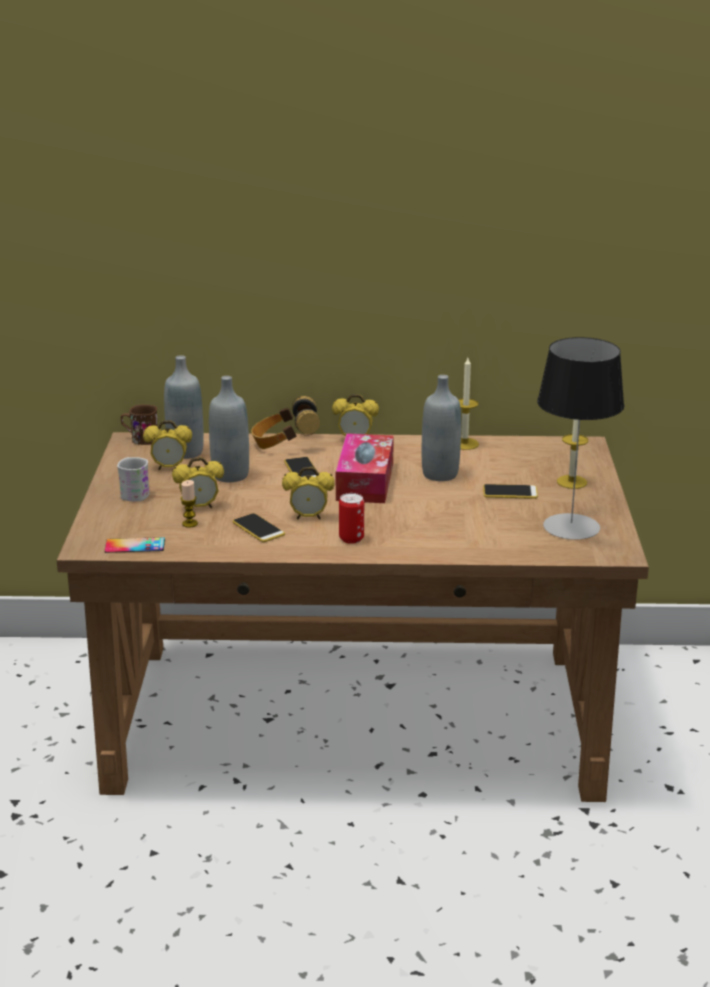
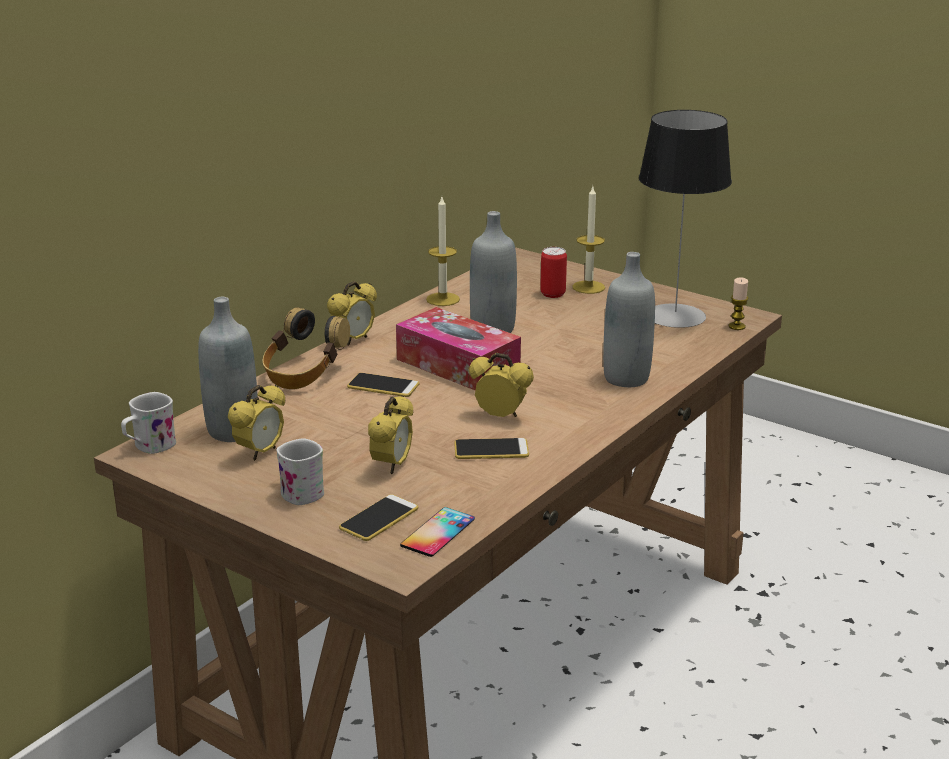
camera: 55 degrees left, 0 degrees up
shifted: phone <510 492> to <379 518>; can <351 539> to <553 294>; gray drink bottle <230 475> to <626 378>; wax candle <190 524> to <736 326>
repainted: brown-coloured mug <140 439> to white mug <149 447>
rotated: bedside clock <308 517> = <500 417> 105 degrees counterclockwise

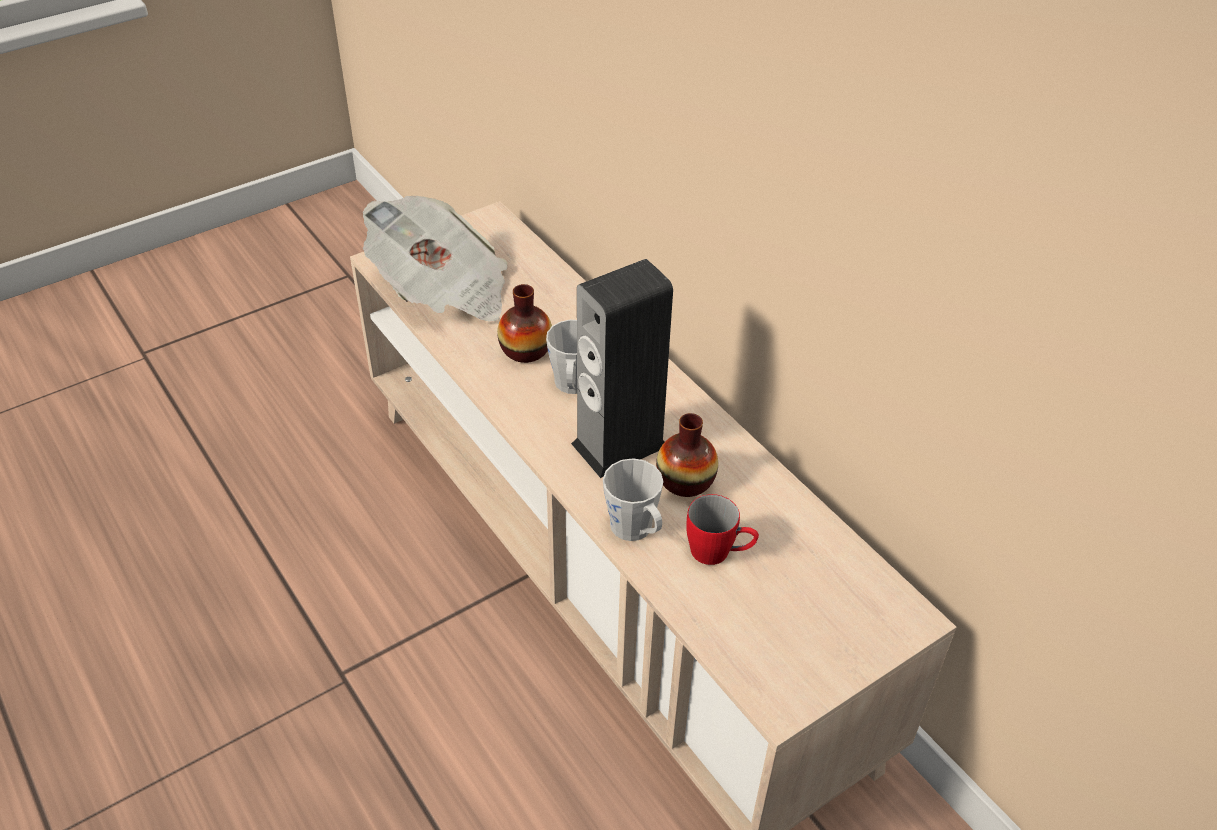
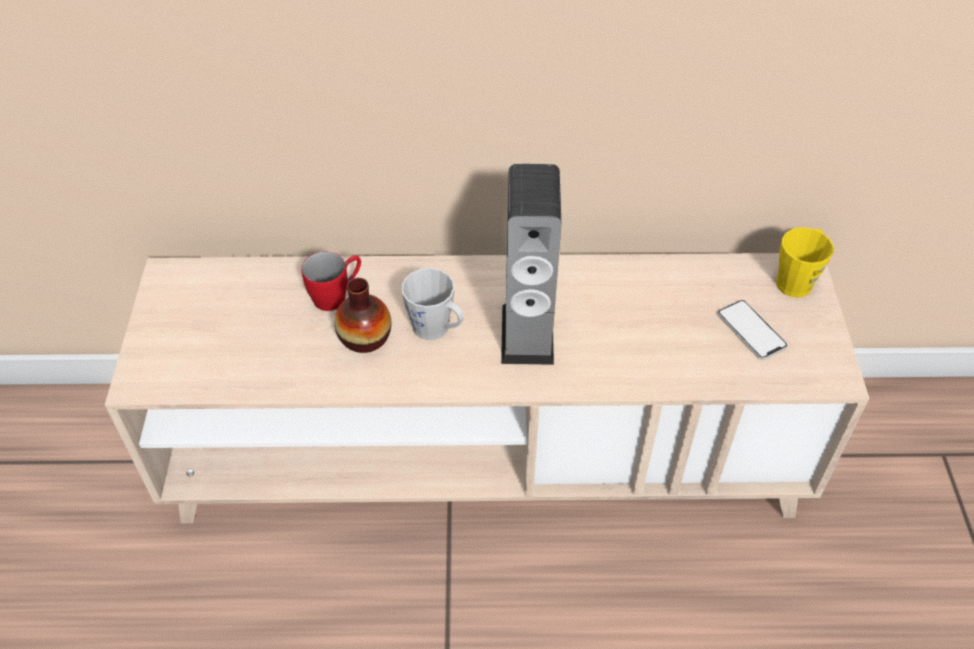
camera: 55 degrees left, 5 degrees up
gone: daily paper <442 290>; gray mug <636 530>; decorative vase <685 481>
new: phone <751 330>; yellowish mug <797 279>
shifted: red-coloured mug <719 553> to <336 295>

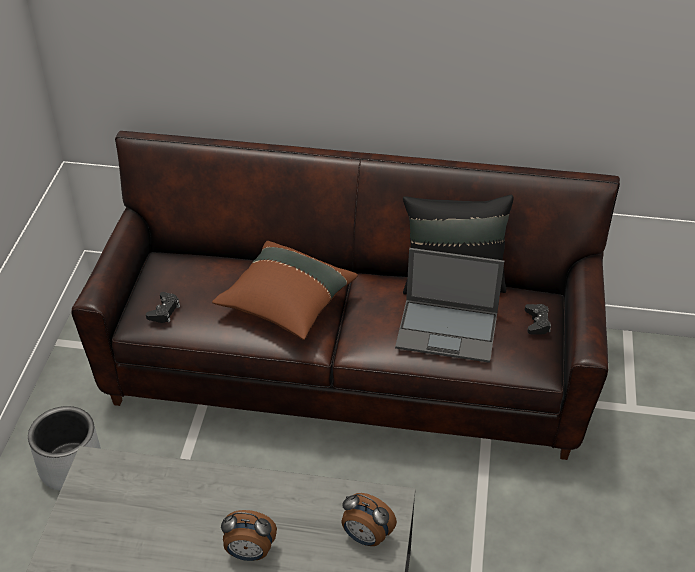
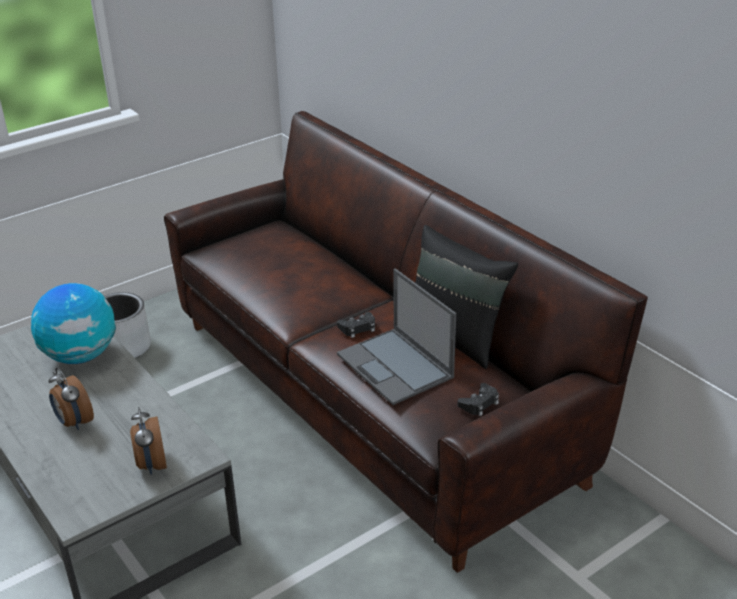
camera: 45 degrees right, 10 degrees down
gone: brown-coloured cushion <286 304>
new: world globe <80 355>
shifted: black-coloured gamepad <164 311> to <358 328>

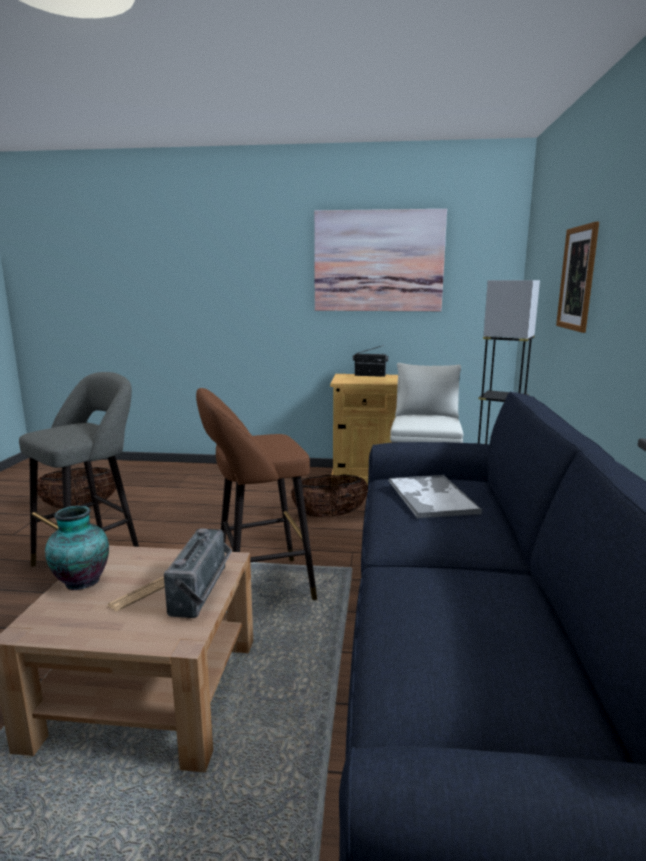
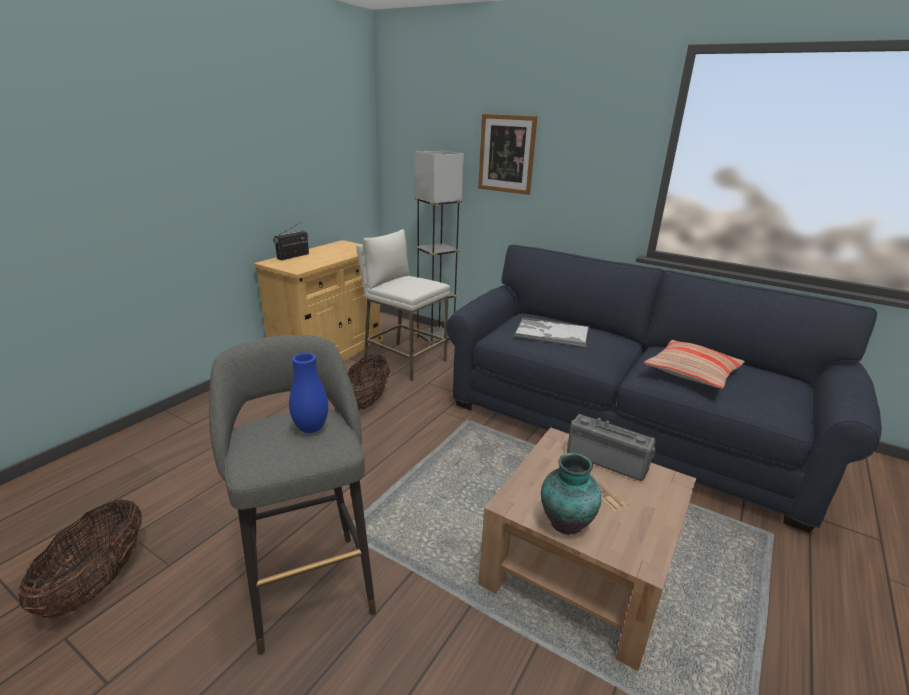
camera: 65 degrees left, 10 degrees up
gone: brown-coloured stool <257 586>; wall art <378 261>
new: bluish decorative vase <311 429>; cushion <691 372>

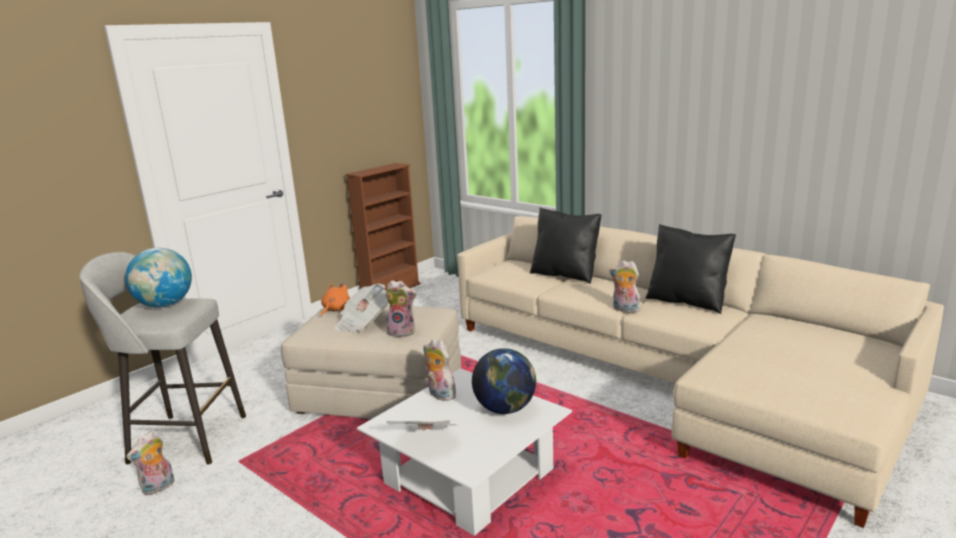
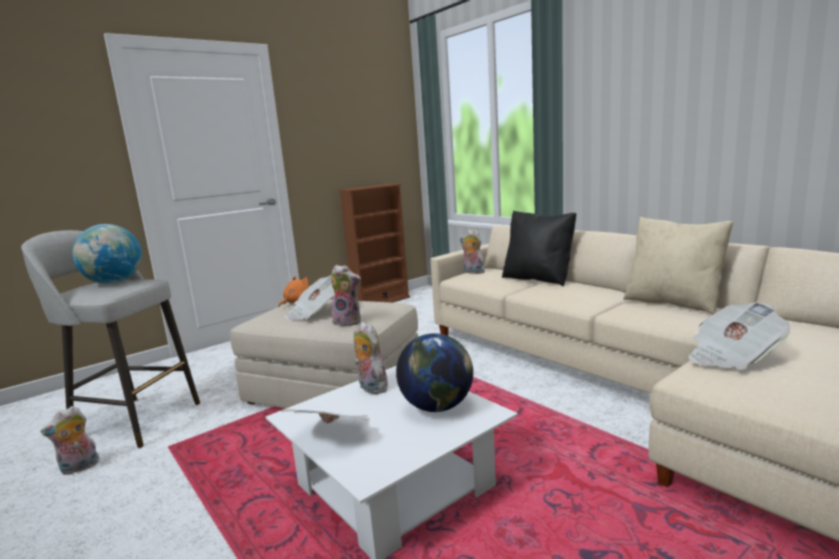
camera: 10 degrees right, 5 degrees down
new: daily paper <732 357>
shifted: soft toy <624 310> to <472 272>
repainted: black-coloured cushion <687 301> to sand-coloured cushion <673 303>

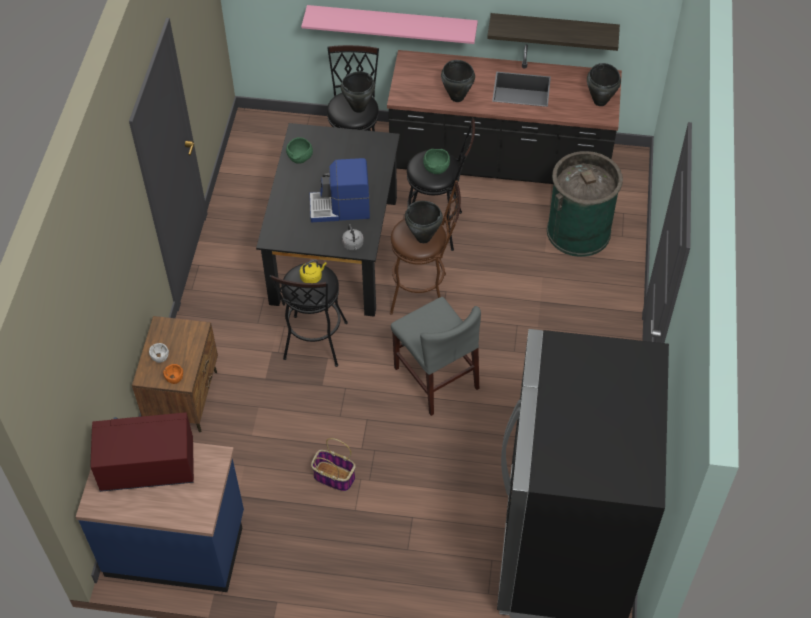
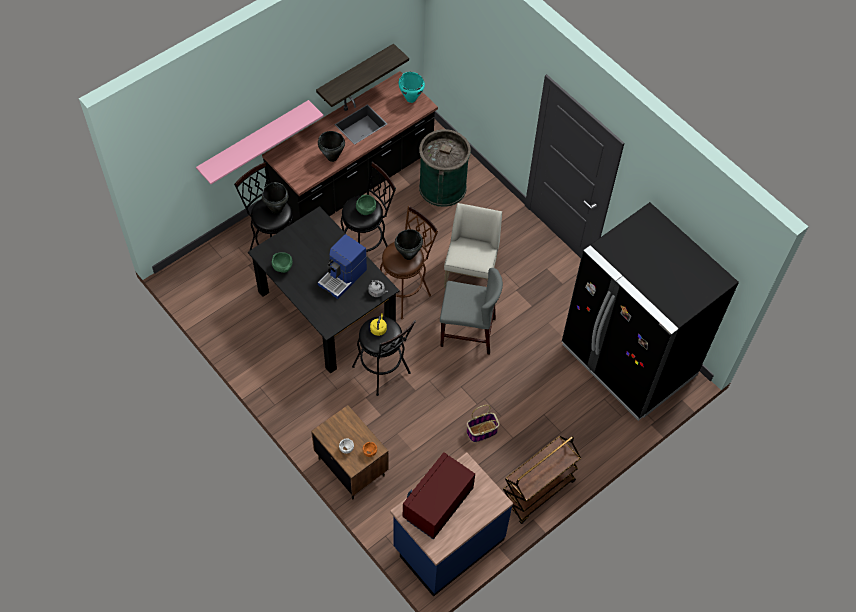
camera: 50 degrees left, 5 degrees up
new: white chair <471 272>; brown-coloured cart <537 492>
repainted: black-coloured saucepot <600 101> to turquoise saucepot <411 98>

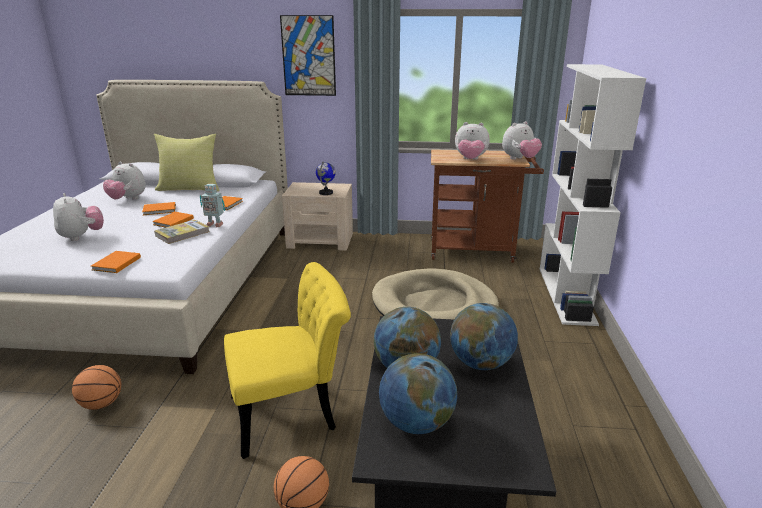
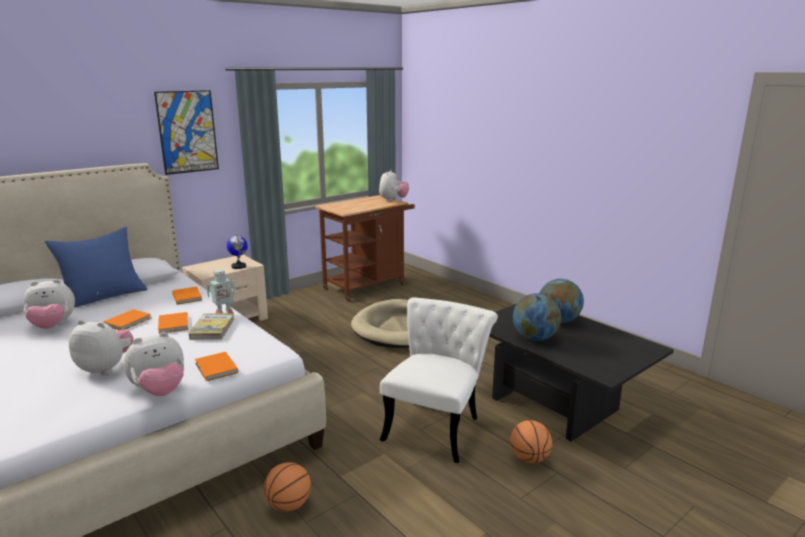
camera: 45 degrees left, 5 degrees down
gone: world globe <416 423>; white bookcase <567 295>
shifted: soft toy <470 160> to <160 391>
repainted: yellowish cushion <190 188> to bluish cushion <104 297>; yellowish chair <293 412> to white chair <436 425>

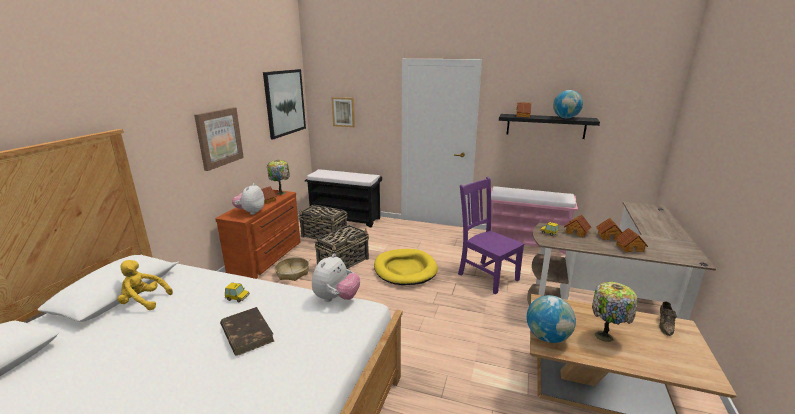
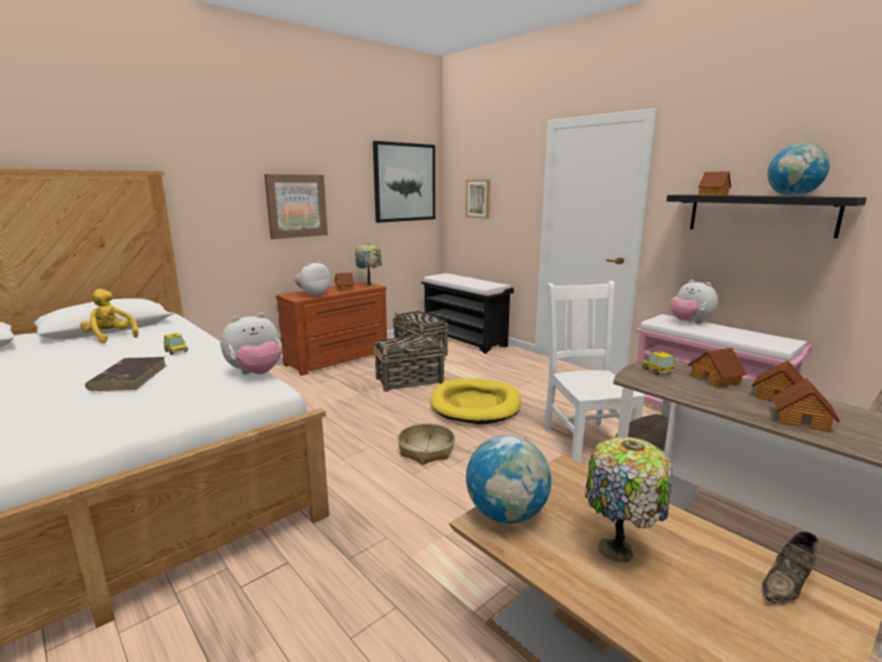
camera: 30 degrees right, 5 degrees down
new: soft toy <689 322>
shifted: basket <292 273> to <426 450>
repainted: purplish chair <486 276> to white chair <585 441>

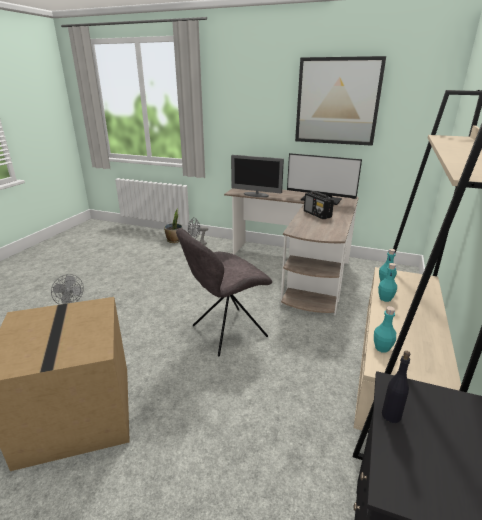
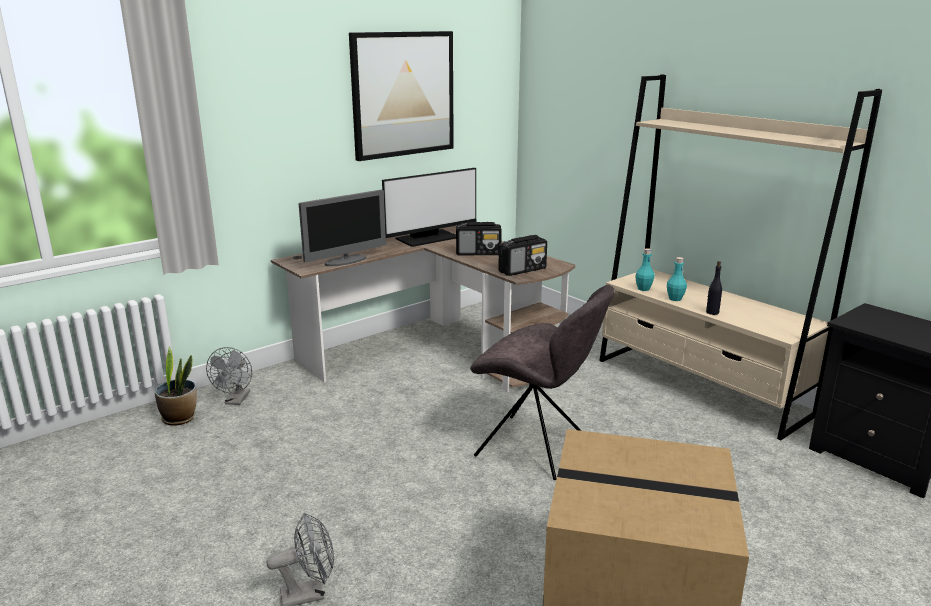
camera: 60 degrees left, 5 degrees down
gone: turquoise drink bottle <382 348>
new: radio receiver <523 270>
shifted: black-coloured drink bottle <391 415> to <712 312>
rotated: gray chair <226 332> = <535 448> 60 degrees counterclockwise

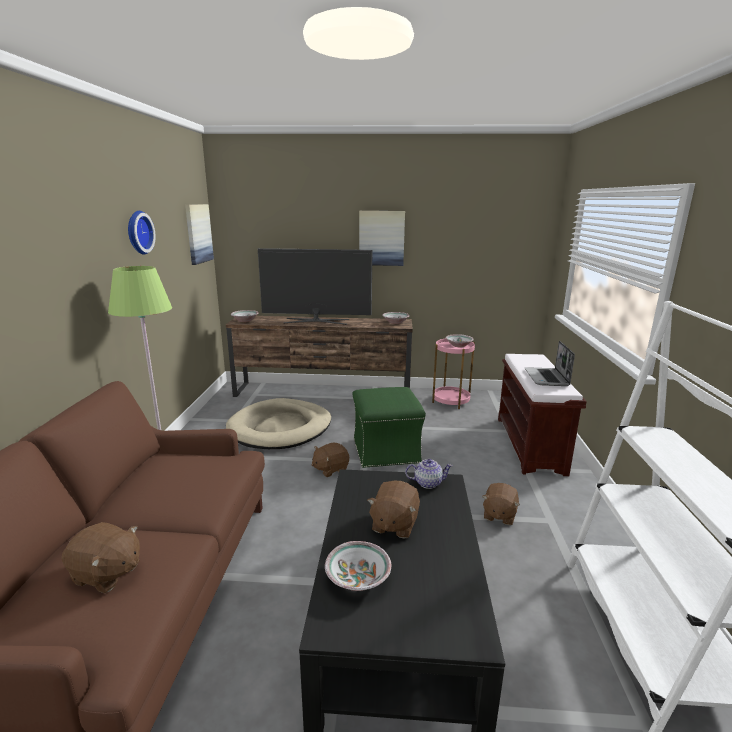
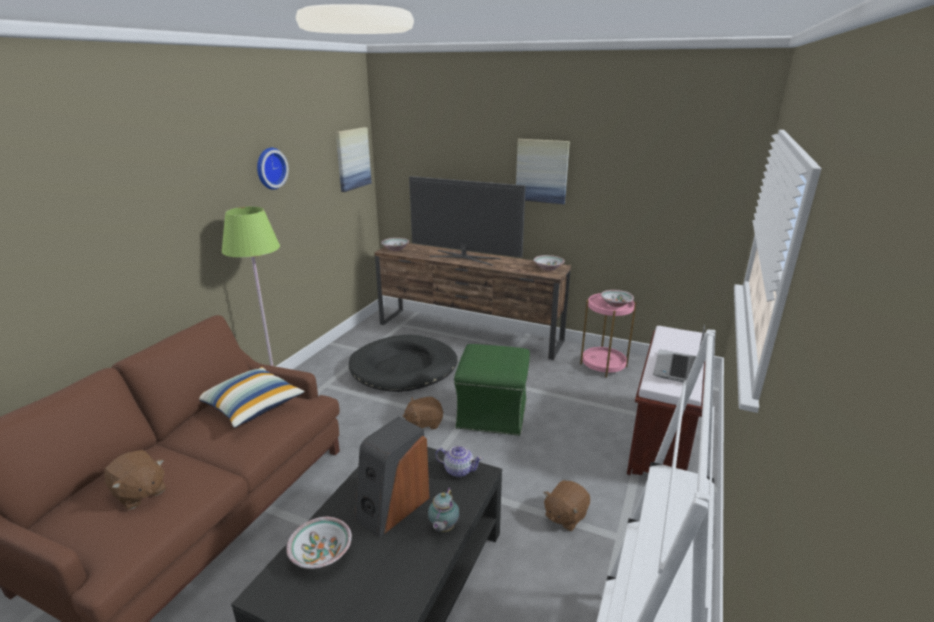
camera: 20 degrees right, 5 degrees up
new: cushion <251 406>; tea pot <443 528>
swapped: brown-coloured soft toy <394 524> to audio speaker <392 507>
repainted: sand-coloured pet bed <280 428> to black-coloured pet bed <404 367>

